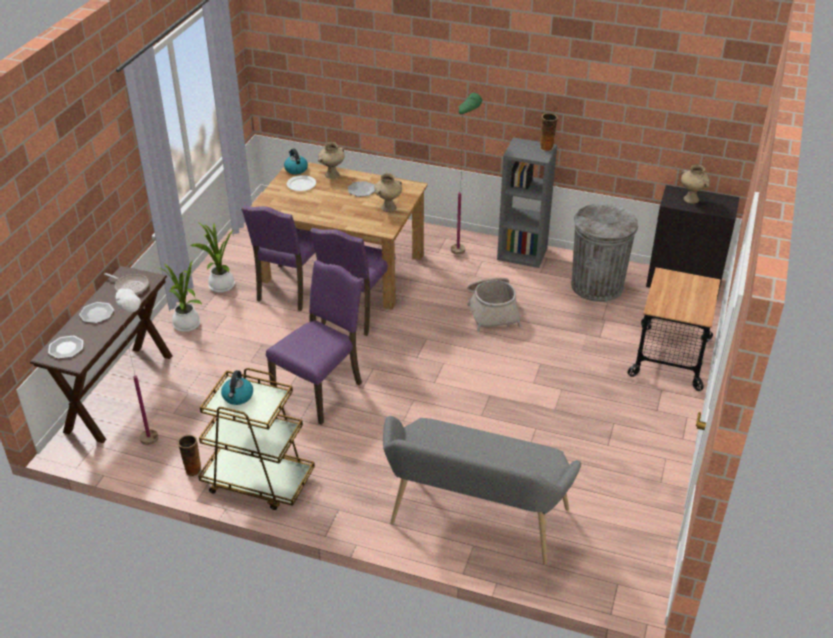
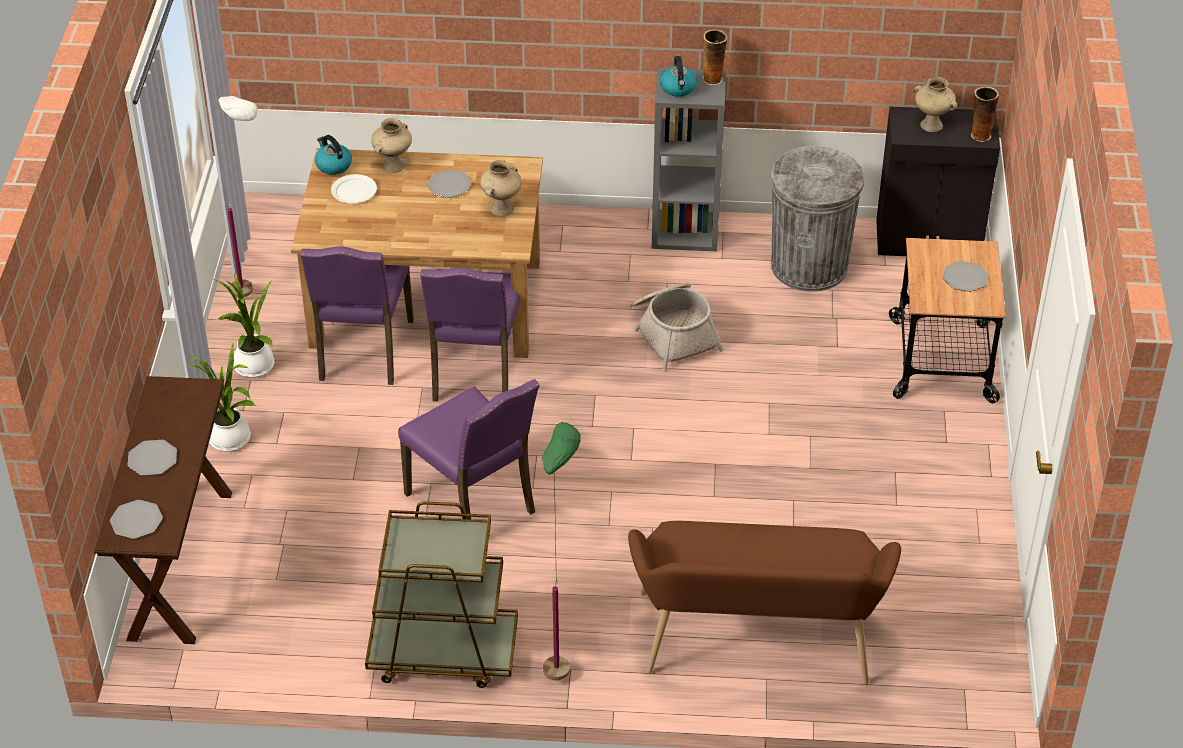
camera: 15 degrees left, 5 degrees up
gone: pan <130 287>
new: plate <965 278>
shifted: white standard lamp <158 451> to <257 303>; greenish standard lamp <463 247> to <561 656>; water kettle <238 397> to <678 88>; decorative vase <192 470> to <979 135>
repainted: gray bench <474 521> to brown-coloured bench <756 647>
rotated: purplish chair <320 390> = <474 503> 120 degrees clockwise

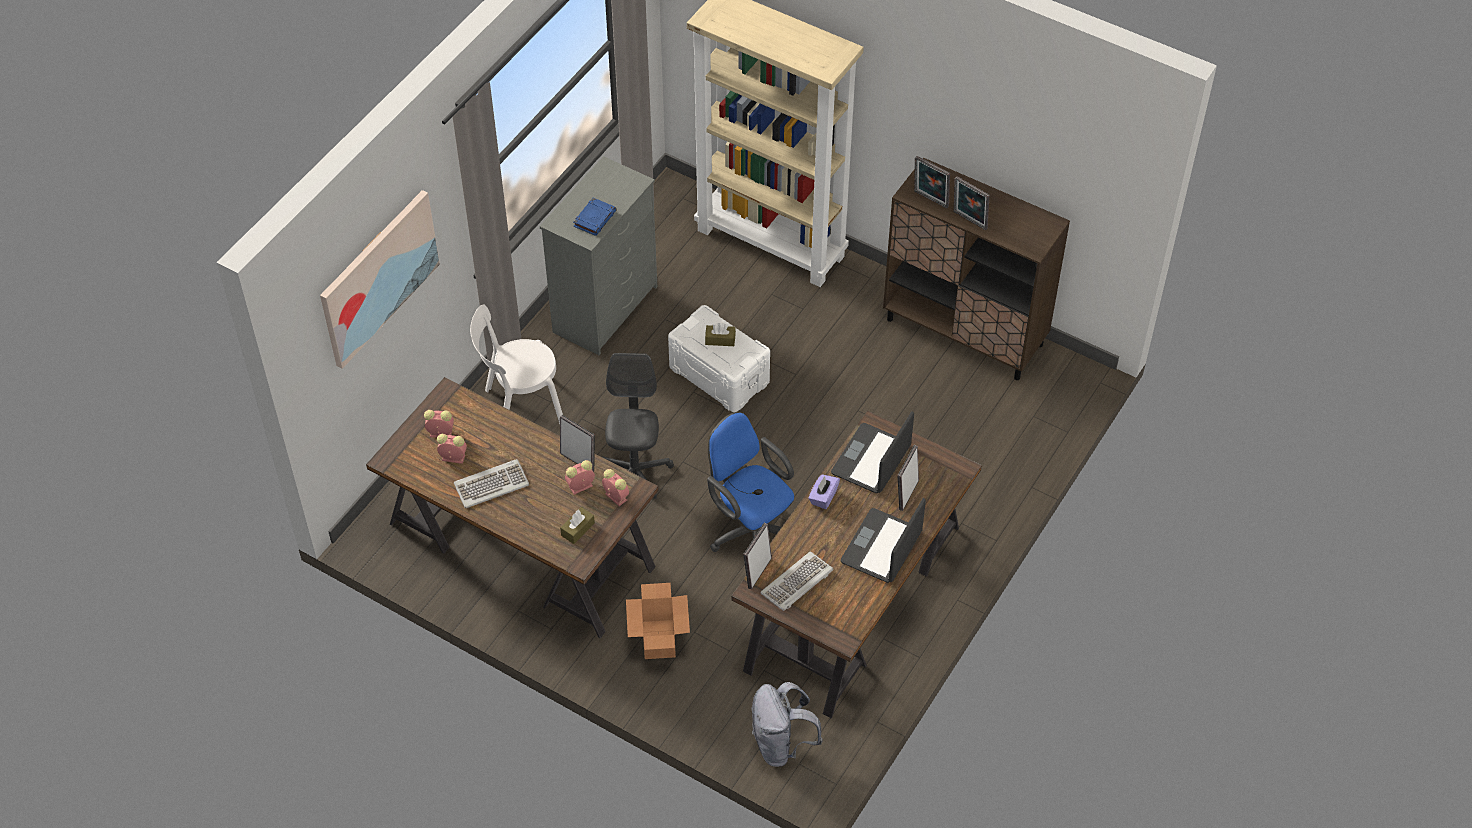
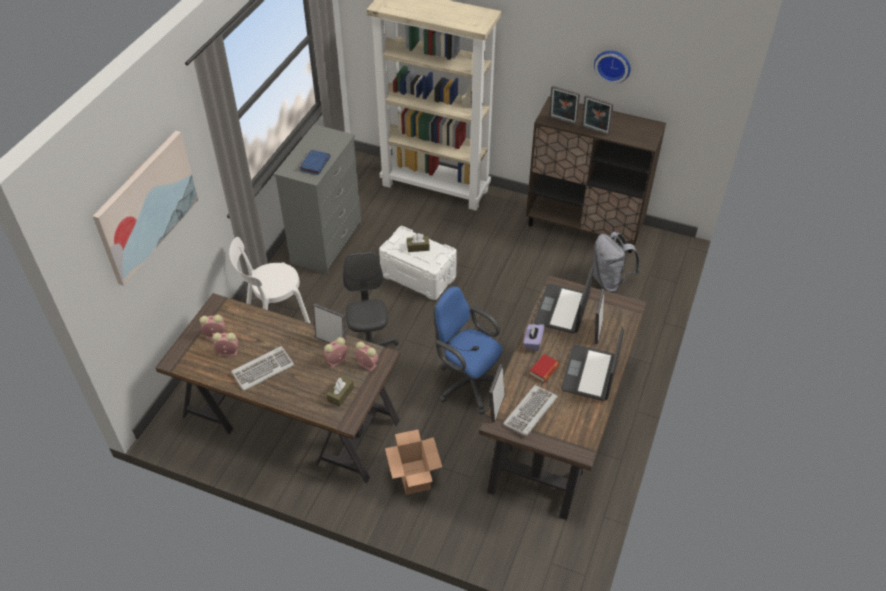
camera: 10 degrees left, 5 degrees down
new: volume <544 370>; wall clock <613 65>
shifted: gray knapsack <781 744> to <609 281>

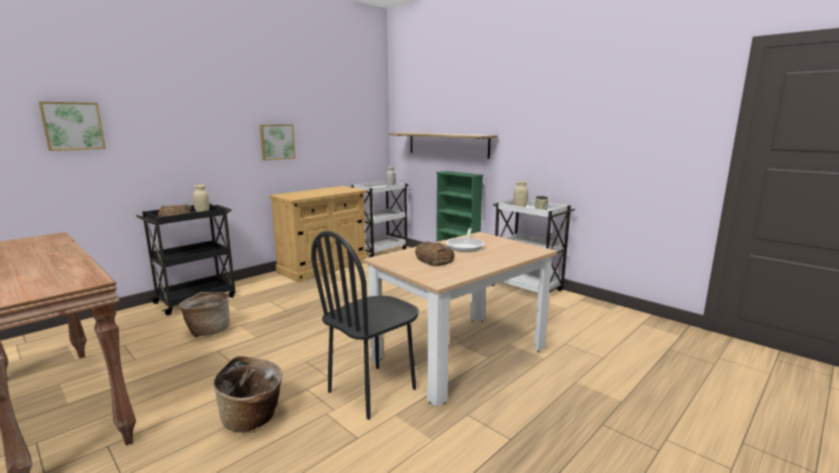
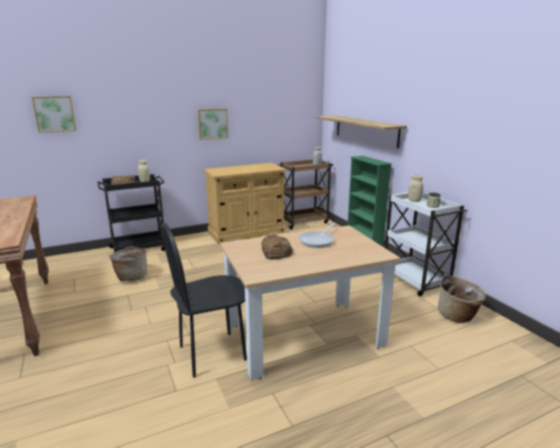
camera: 20 degrees right, 5 degrees up
shifted: basket <253 419> to <458 316>
repainted: white cart <380 250> to brown-coloured cart <304 222>

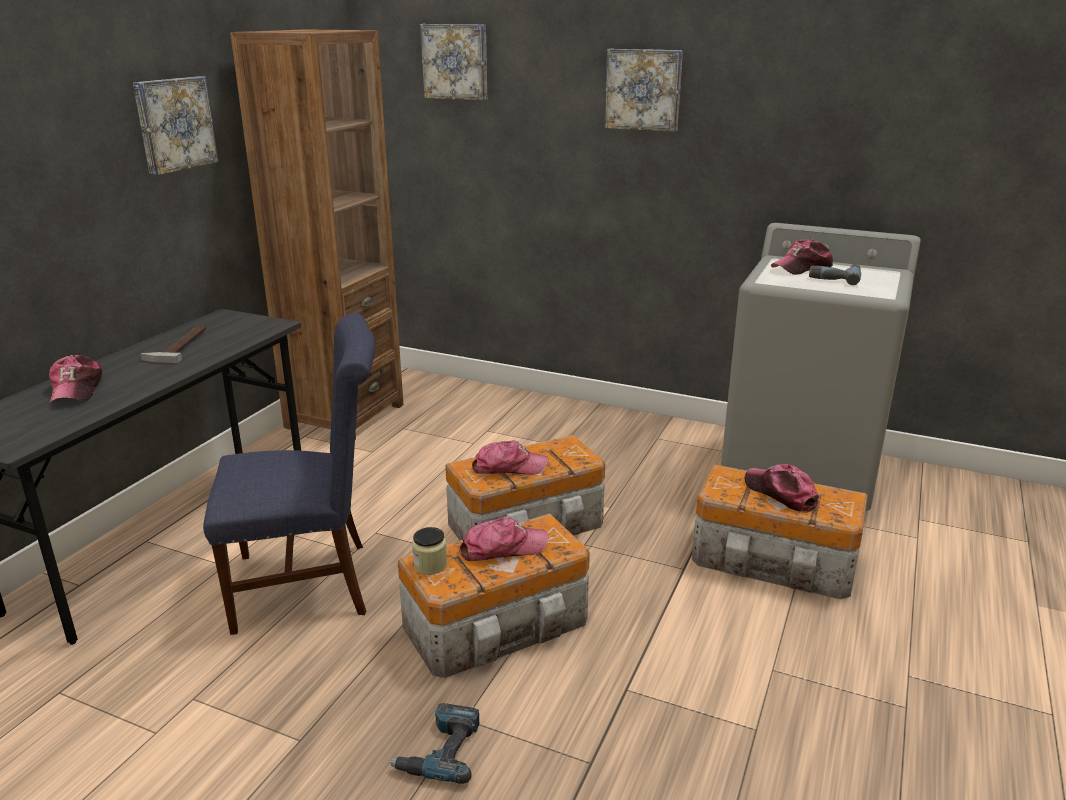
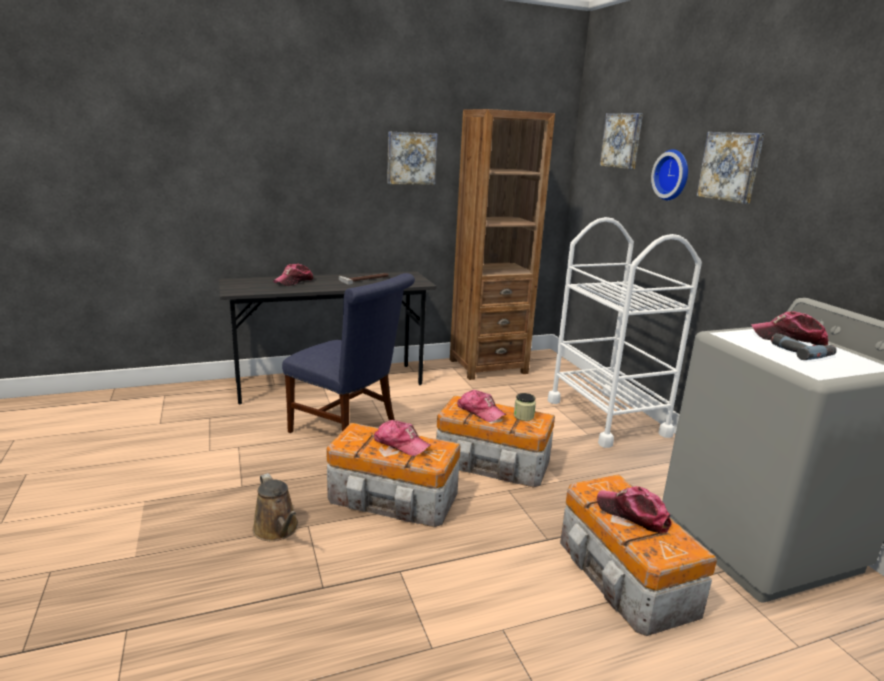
camera: 45 degrees right, 5 degrees down
new: white cart <607 417>; wall clock <673 175>
shifted: preserve jar <430 565> to <523 416>
swapped: power drill <440 750> to brown-coloured watering pot <277 530>
rotated: cap <780 494> = <633 514> 60 degrees counterclockwise

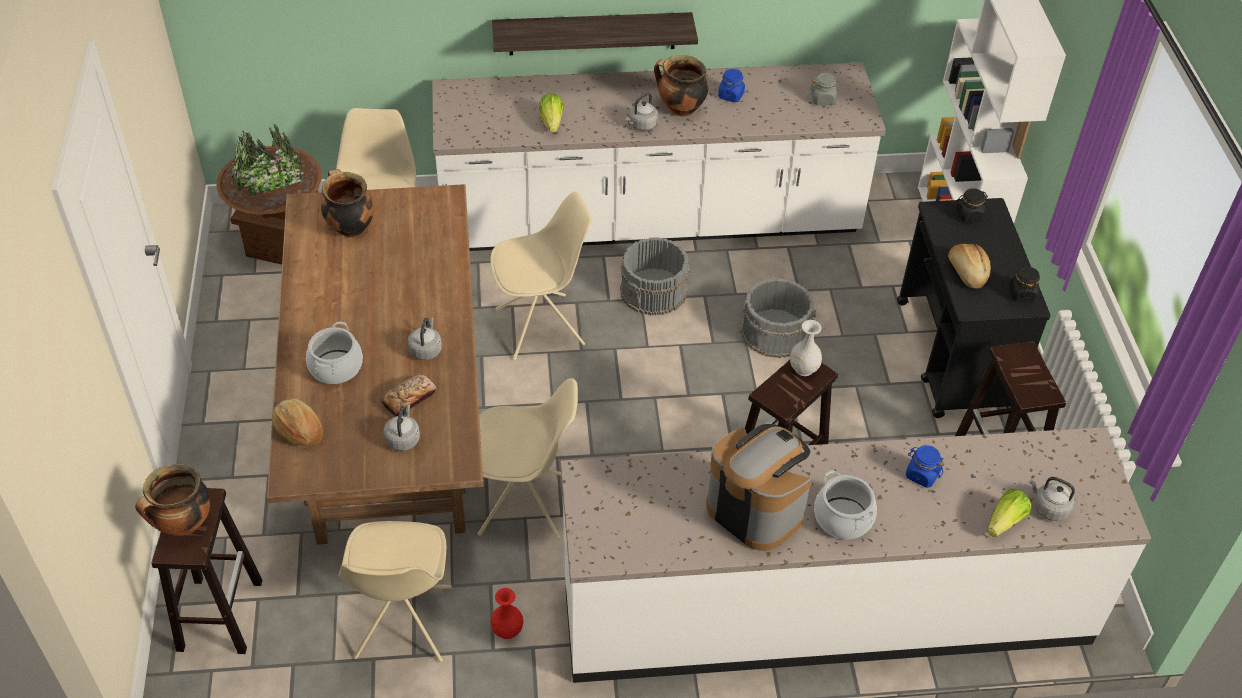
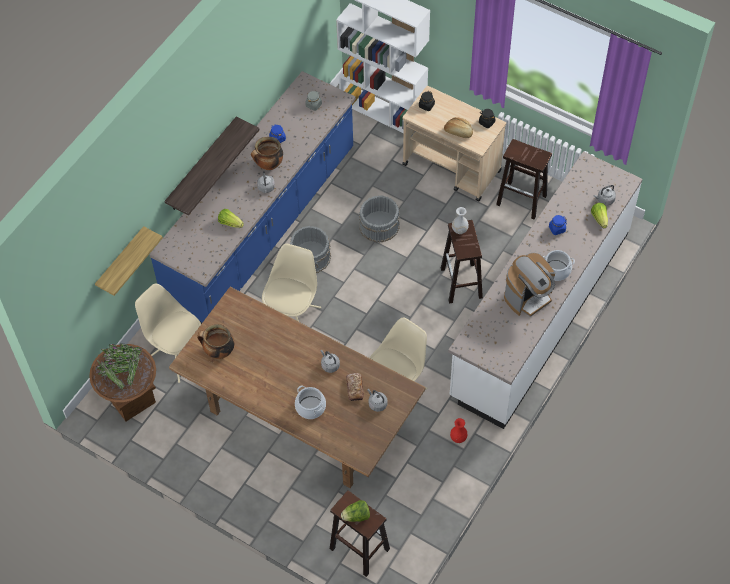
camera: 50 degrees left, 10 degrees up
gone: bakery bread <298 430>; sand-coloured chair <403 624>
new: bracket shelf <121 262>
swapped: saucepot <183 525> to lettuce head <356 516>
repainted: white kitchen counter <650 221> to bluish kitchen counter <262 227>; black-coloured cart <954 356> to sand-coloured cart <452 168>
rotated: coffee brewer <755 509> = <528 297> 150 degrees clockwise

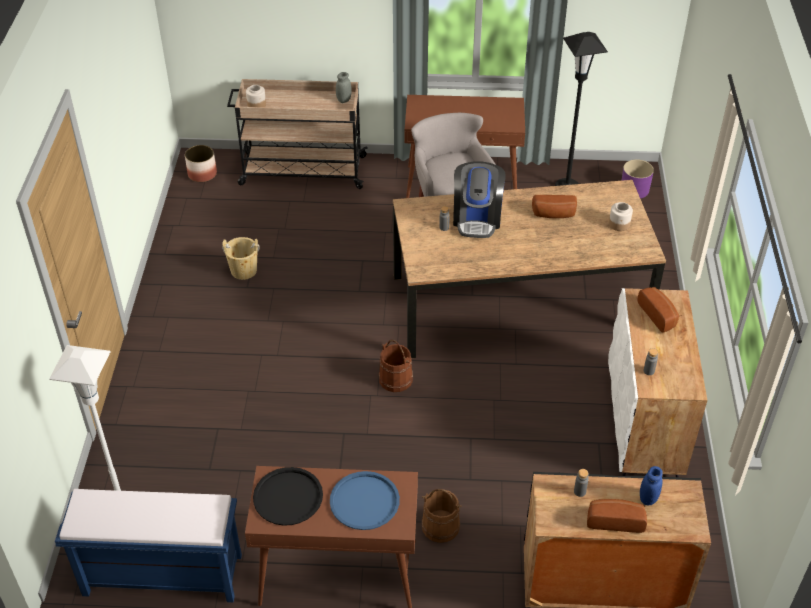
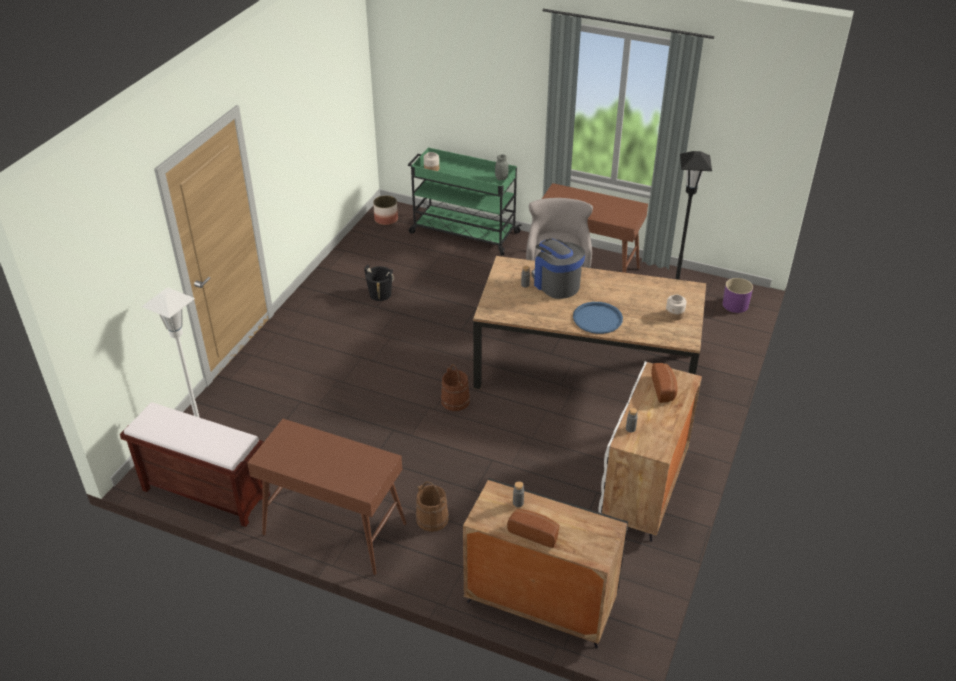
camera: 20 degrees right, 5 degrees down
gone: black-coloured tray <288 497>; bakery bread <554 215>; bluish preserve jar <648 498>
shifted: bluish tray <364 501> to <597 318>
repainted: bluish bench <161 575> to brown-coloured bench <204 493>; sand-coloured pail <244 270> to black-coloured pail <380 294>; sand-coloured cart <301 170> to greenish cart <463 232>
rotated: coffee brewer <477 218> = <556 284> 120 degrees clockwise

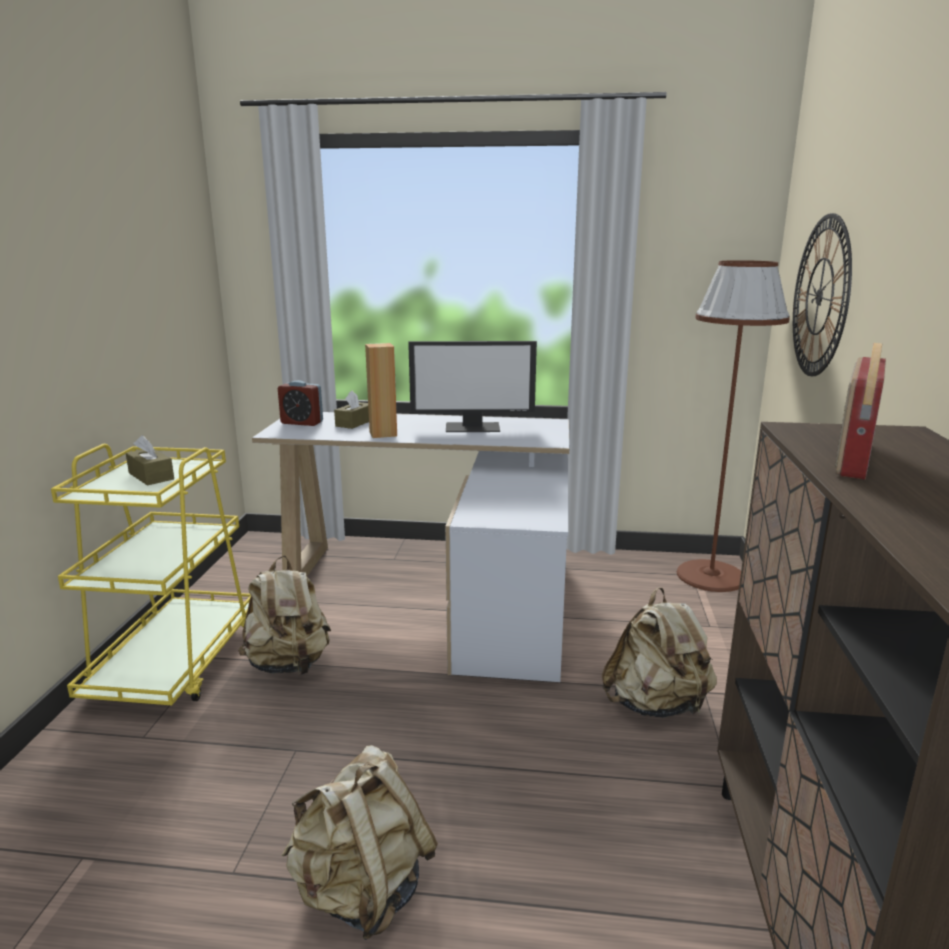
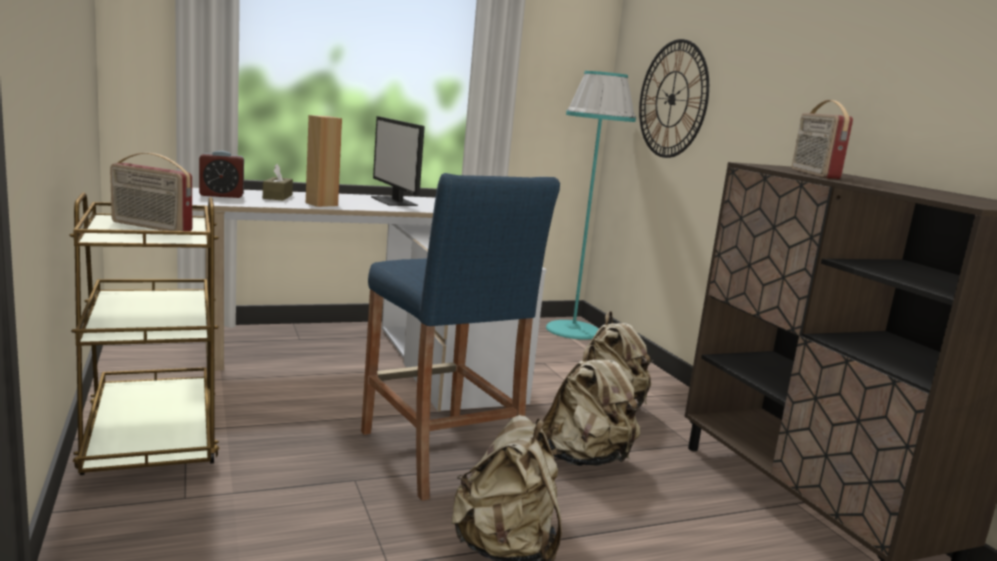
camera: 30 degrees left, 5 degrees down
new: bluish stool <439 454>
shifted: sand-coloured knapsack <289 664> to <585 459>
swapped: brown-coloured tissue holder <151 476> to radio receiver <150 227>
repainted: yellowish cart <175 662> to brown-coloured cart <152 439>; brown-coloured standard lamp <710 576> to turquoise standard lamp <572 330>
rotated: computer display <473 427> = <395 201> 90 degrees clockwise

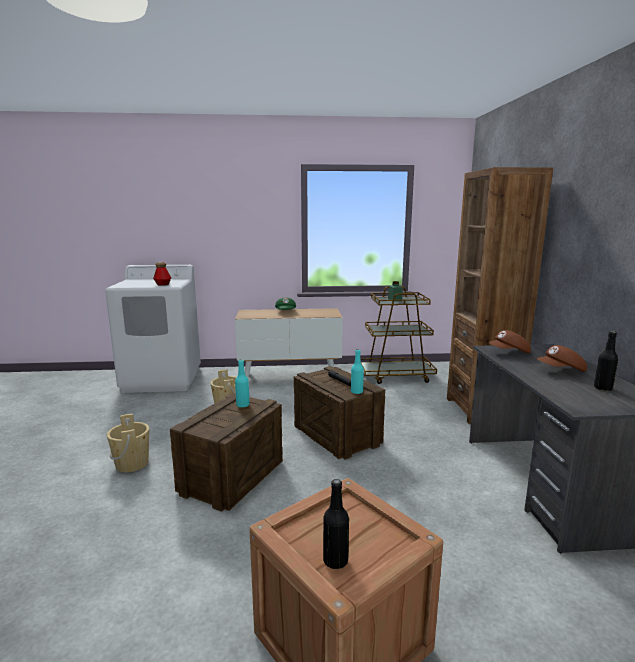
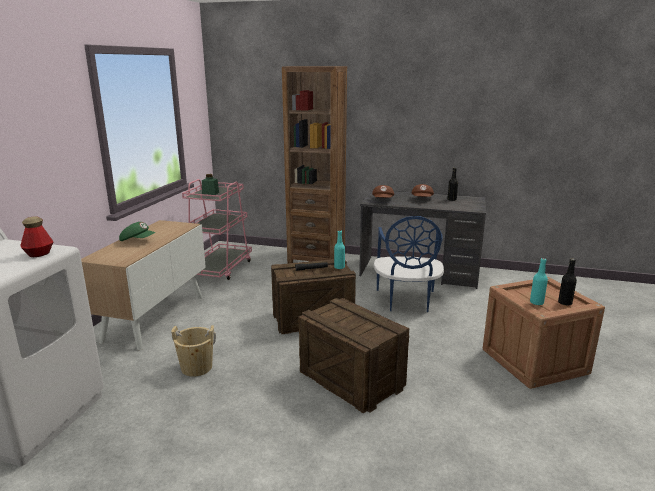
camera: 70 degrees left, 5 degrees up
gone: sand-coloured pail <132 464>
new: bluish chair <406 301>
shifted: turquoise drink bottle <243 405> to <536 302>
repainted: brown-coloured cart <396 376> to pink-coloured cart <220 269>

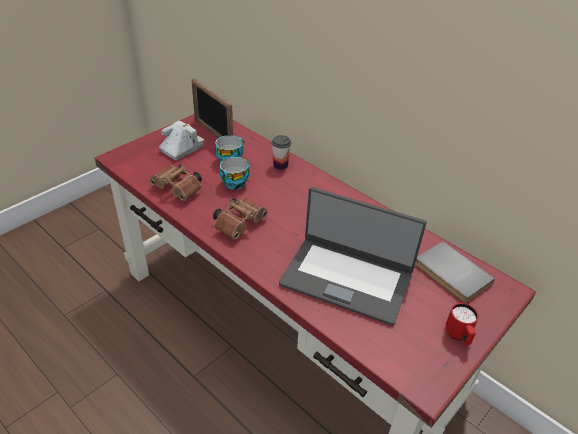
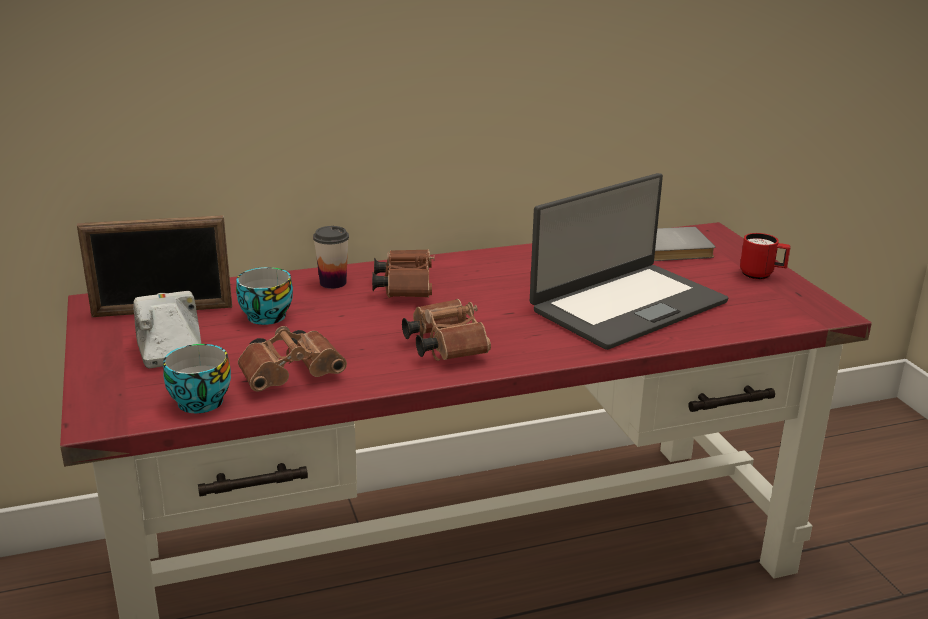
camera: 60 degrees left, 15 degrees down
new: brown-coloured field glasses <405 287>
shifted: cup <234 182> to <196 401>

